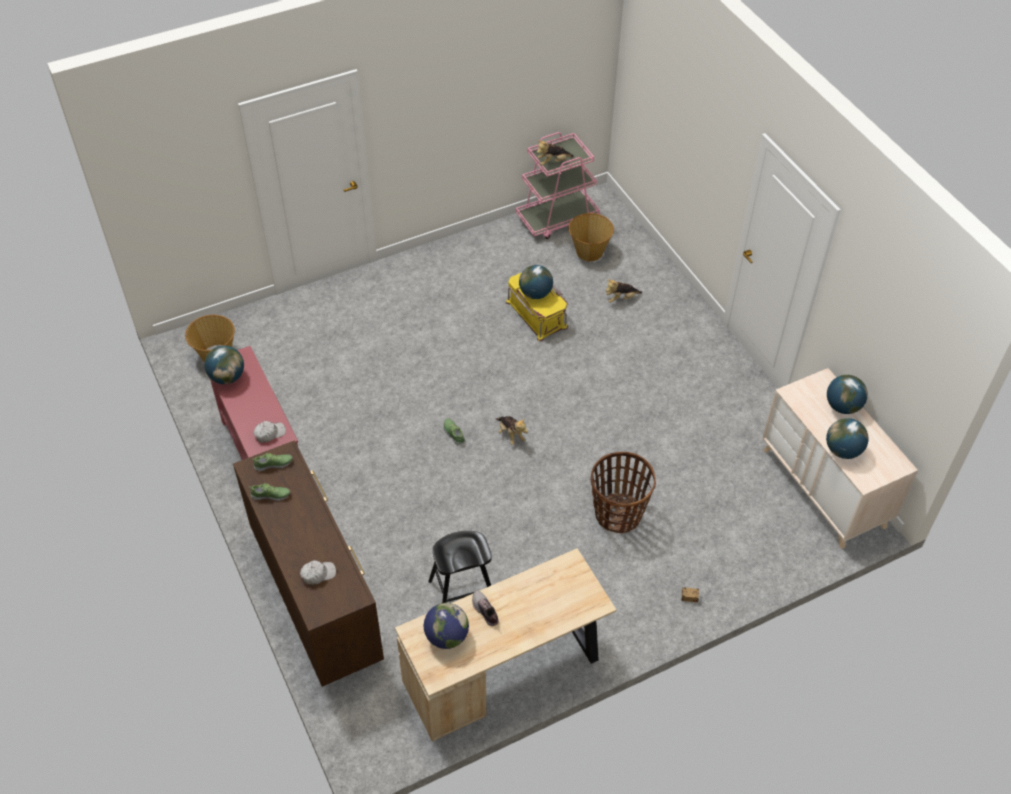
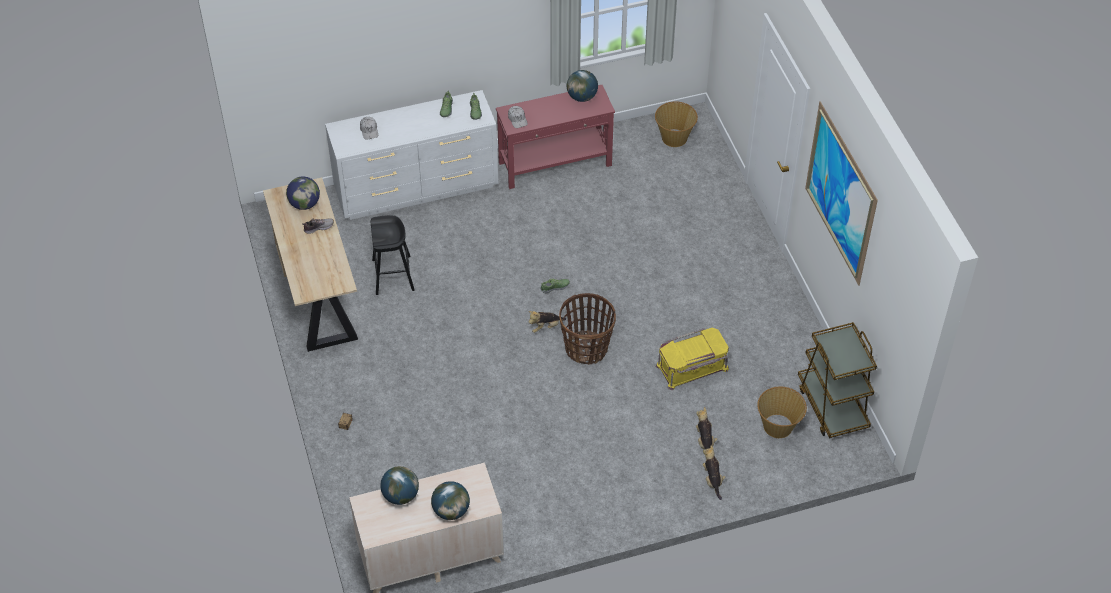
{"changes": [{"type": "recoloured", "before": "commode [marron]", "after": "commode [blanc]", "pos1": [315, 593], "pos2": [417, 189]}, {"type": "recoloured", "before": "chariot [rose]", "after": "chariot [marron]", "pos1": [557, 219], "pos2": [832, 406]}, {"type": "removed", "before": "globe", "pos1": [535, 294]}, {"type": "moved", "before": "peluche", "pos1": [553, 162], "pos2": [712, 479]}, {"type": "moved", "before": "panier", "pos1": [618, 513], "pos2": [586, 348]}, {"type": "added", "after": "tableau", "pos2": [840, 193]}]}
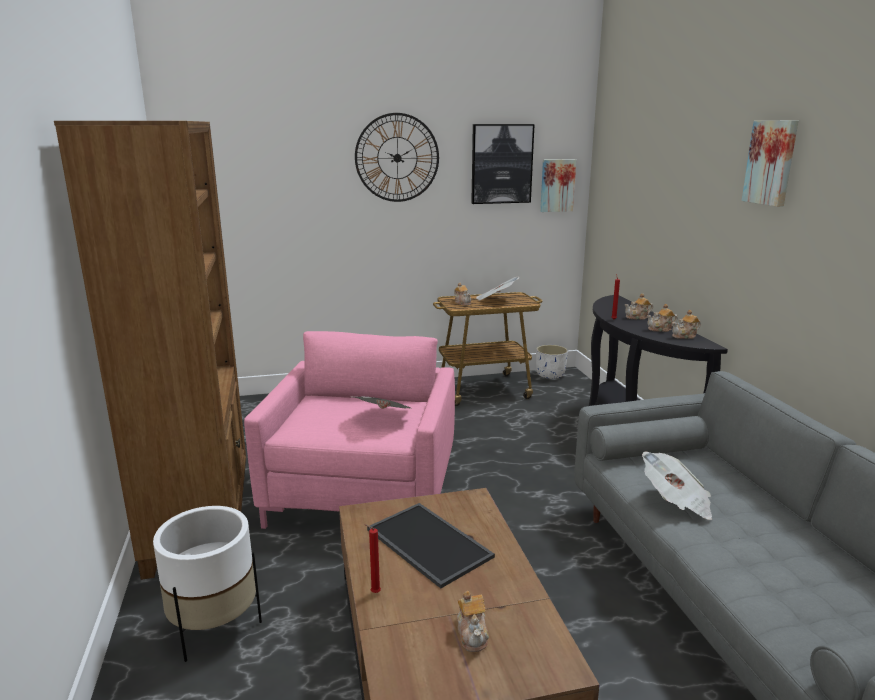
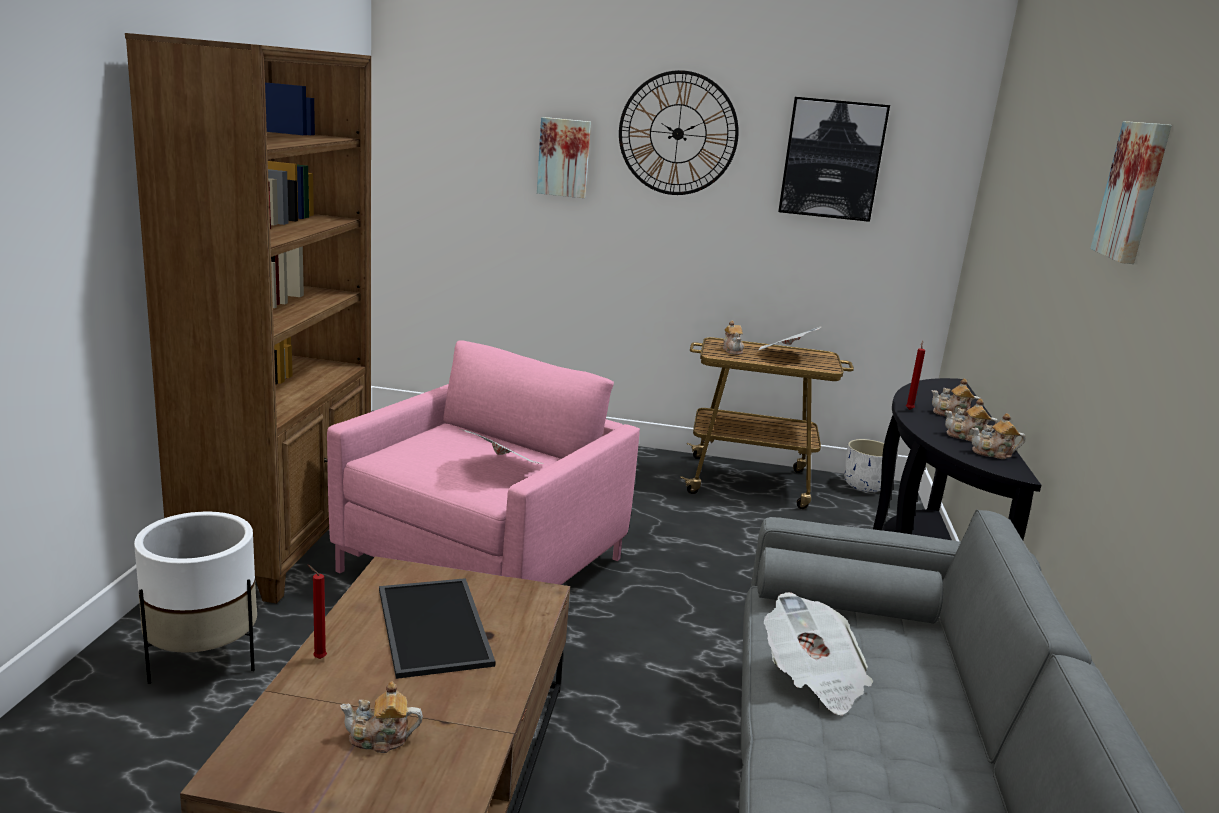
{"changes": [{"type": "turned", "before": "théière", "pos1": [473, 634], "pos2": [380, 739], "turn": 75}, {"type": "moved", "before": "tableau", "pos1": [557, 185], "pos2": [564, 157]}]}
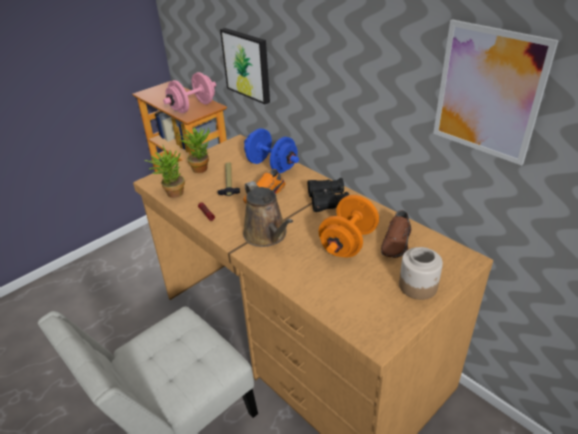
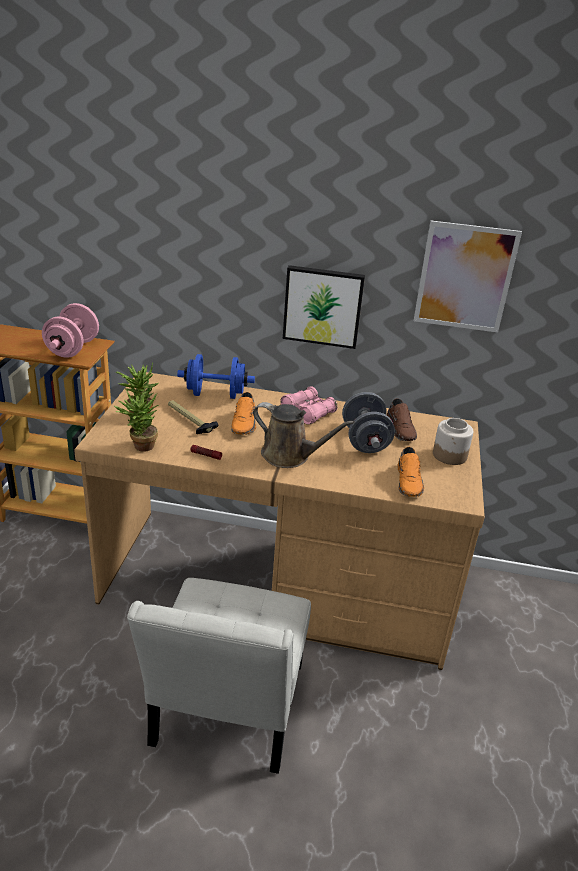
{"changes": [{"type": "moved", "before": "tableau", "pos1": [247, 65], "pos2": [323, 306]}, {"type": "recoloured", "before": "jumelles [noir]", "after": "jumelles [rose]", "pos1": [327, 201], "pos2": [308, 412]}, {"type": "recoloured", "before": "haltère [orange]", "after": "haltère [gris]", "pos1": [348, 243], "pos2": [365, 441]}, {"type": "added", "after": "chaussure [orange]", "pos2": [409, 482]}]}
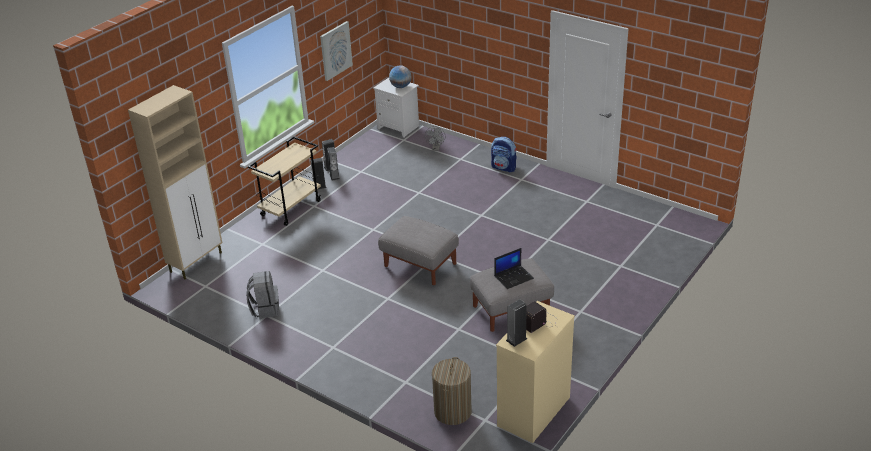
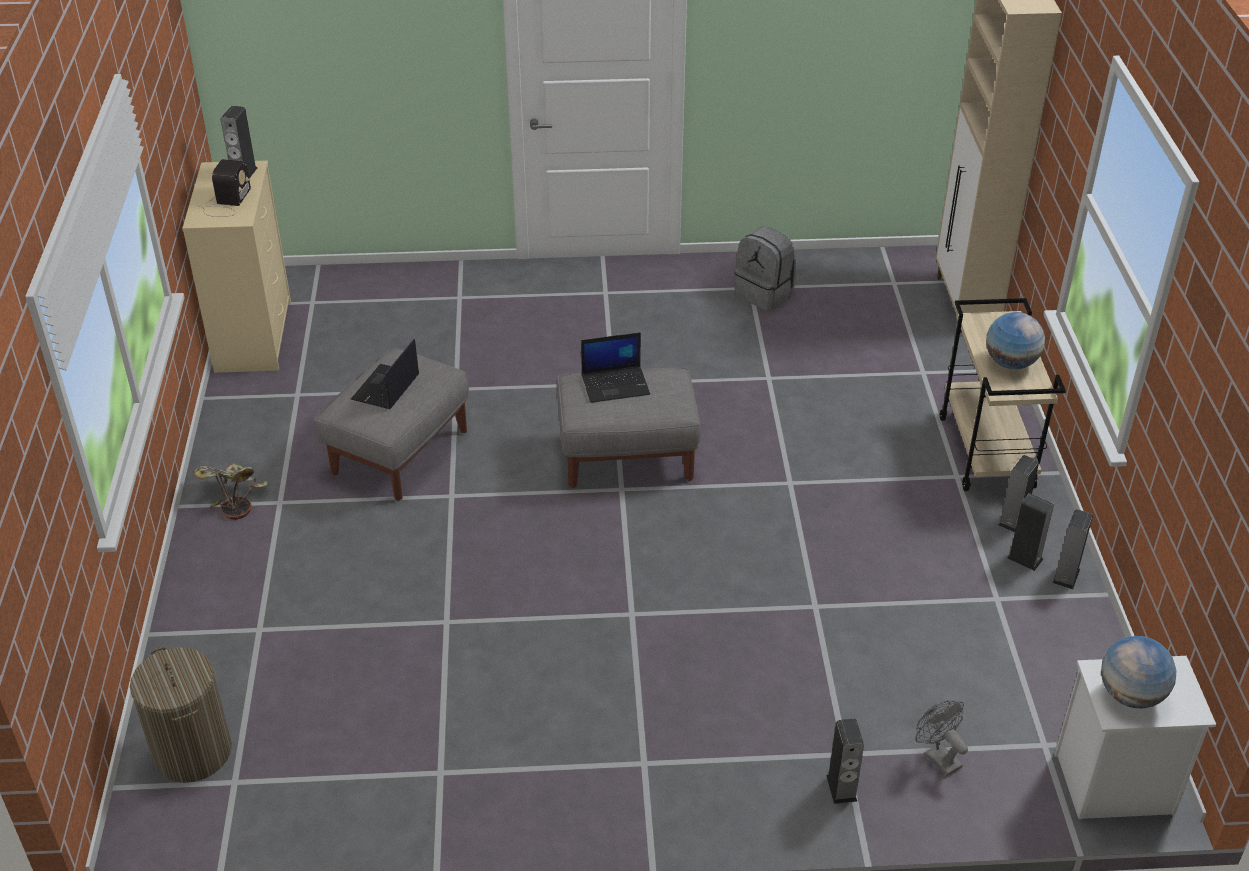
{"changes": [{"type": "removed", "before": "tableau", "pos1": [335, 50]}, {"type": "moved", "before": "panier à linge", "pos1": [452, 412], "pos2": [192, 752]}, {"type": "removed", "before": "sac à dos", "pos1": [504, 167]}, {"type": "added", "after": "plante en pot", "pos2": [232, 498]}, {"type": "added", "after": "ordinateur portable", "pos2": [616, 384]}, {"type": "added", "after": "enceinte", "pos2": [841, 788]}, {"type": "added", "after": "globe", "pos2": [1010, 363]}]}
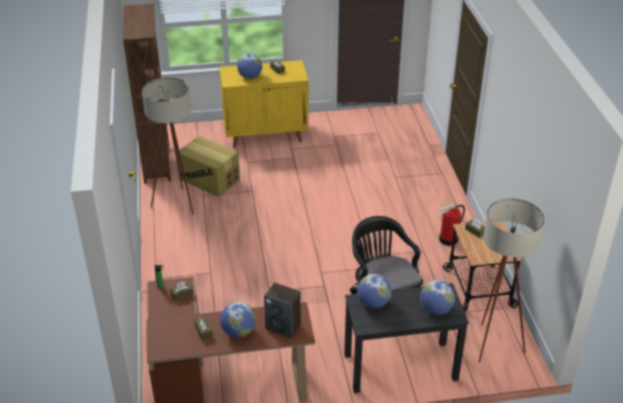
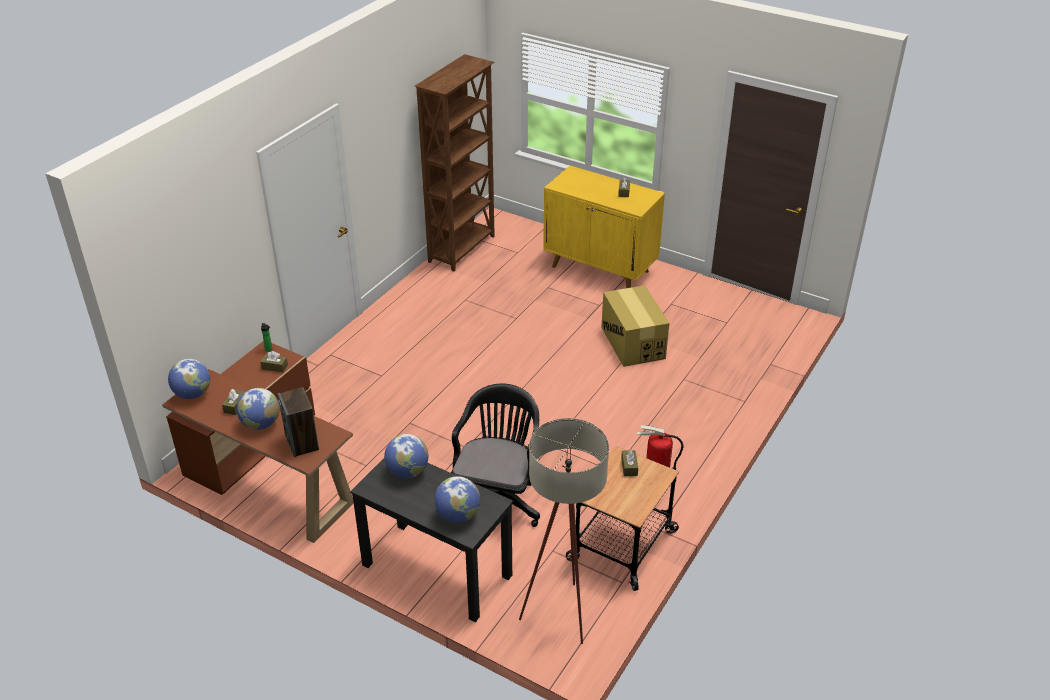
{"changes": [{"type": "removed", "before": "lampadaire [beige]", "pos1": [179, 206]}, {"type": "moved", "before": "carton", "pos1": [209, 179], "pos2": [632, 342]}, {"type": "moved", "before": "globe", "pos1": [250, 77], "pos2": [193, 394]}]}
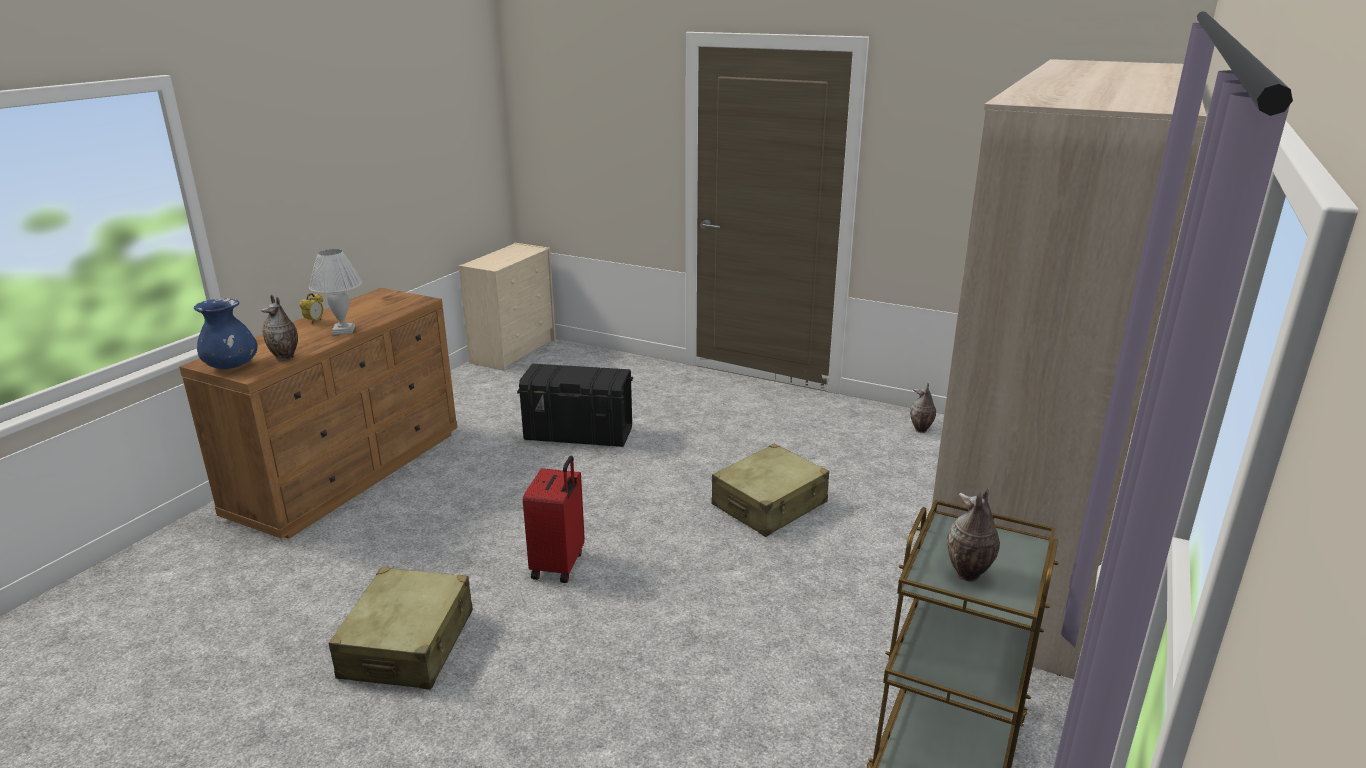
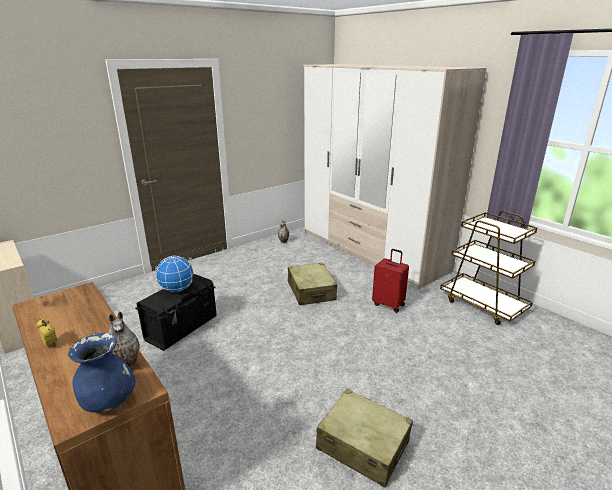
{"changes": [{"type": "removed", "before": "lampe de table [blanc]", "pos1": [344, 330]}, {"type": "moved", "before": "valise [rouge]", "pos1": [559, 565], "pos2": [389, 304]}, {"type": "removed", "before": "vase", "pos1": [967, 574]}, {"type": "added", "after": "globe", "pos2": [177, 289]}]}
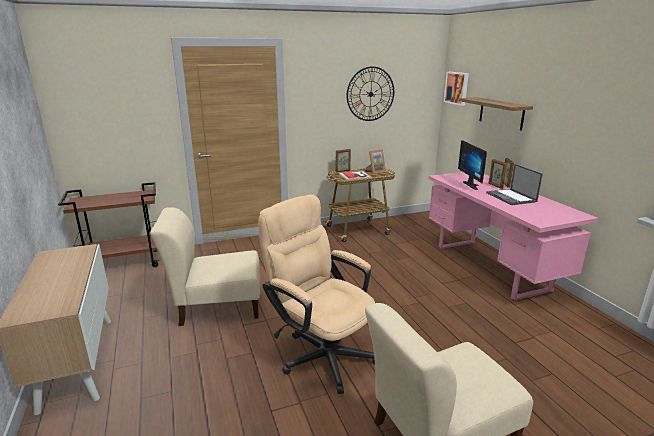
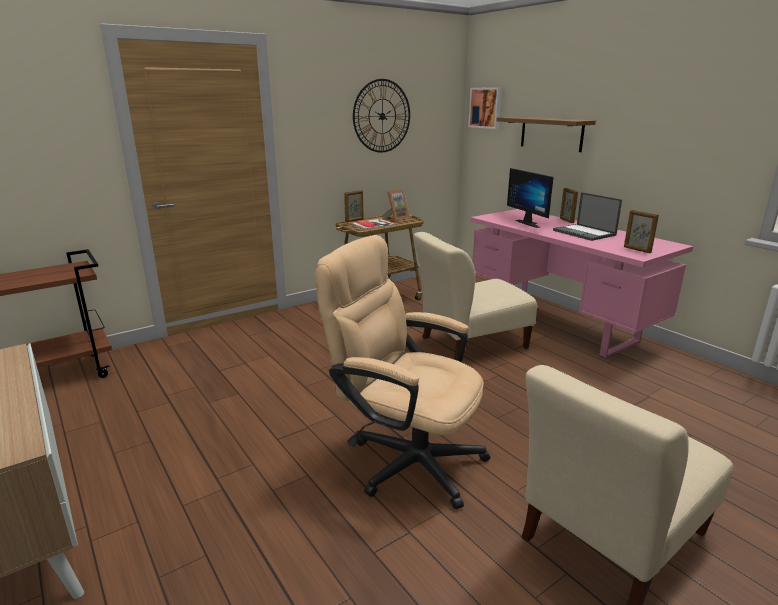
{"changes": [{"type": "moved", "before": "chaise [beige]", "pos1": [216, 306], "pos2": [470, 344]}, {"type": "moved", "before": "cadre photo", "pos1": [495, 186], "pos2": [637, 250]}]}
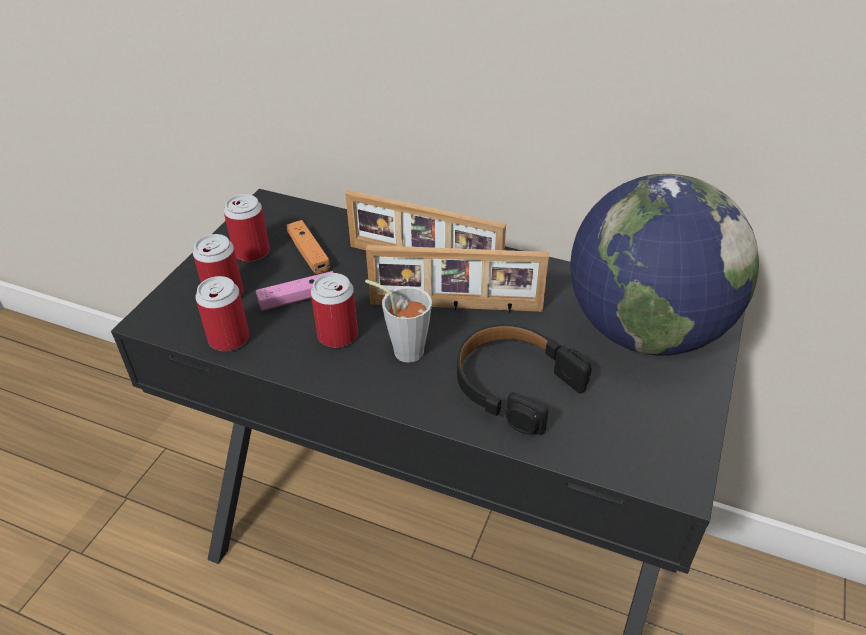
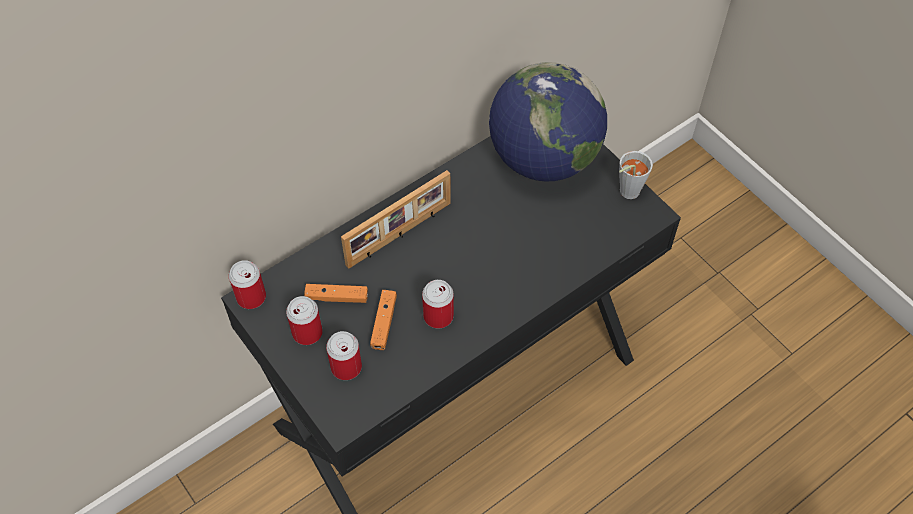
{"changes": [{"type": "moved", "before": "boîte métallique", "pos1": [229, 338], "pos2": [251, 297]}, {"type": "recoloured", "before": "manette [rose]", "after": "manette [orange]", "pos1": [299, 298], "pos2": [384, 323]}, {"type": "moved", "before": "tasse [gris]", "pos1": [402, 349], "pos2": [625, 193]}, {"type": "removed", "before": "cadre photo", "pos1": [456, 307]}, {"type": "removed", "before": "casque audio [noir]", "pos1": [515, 384]}]}
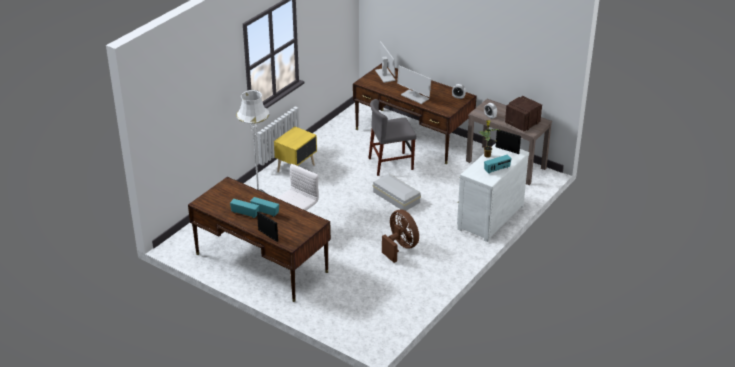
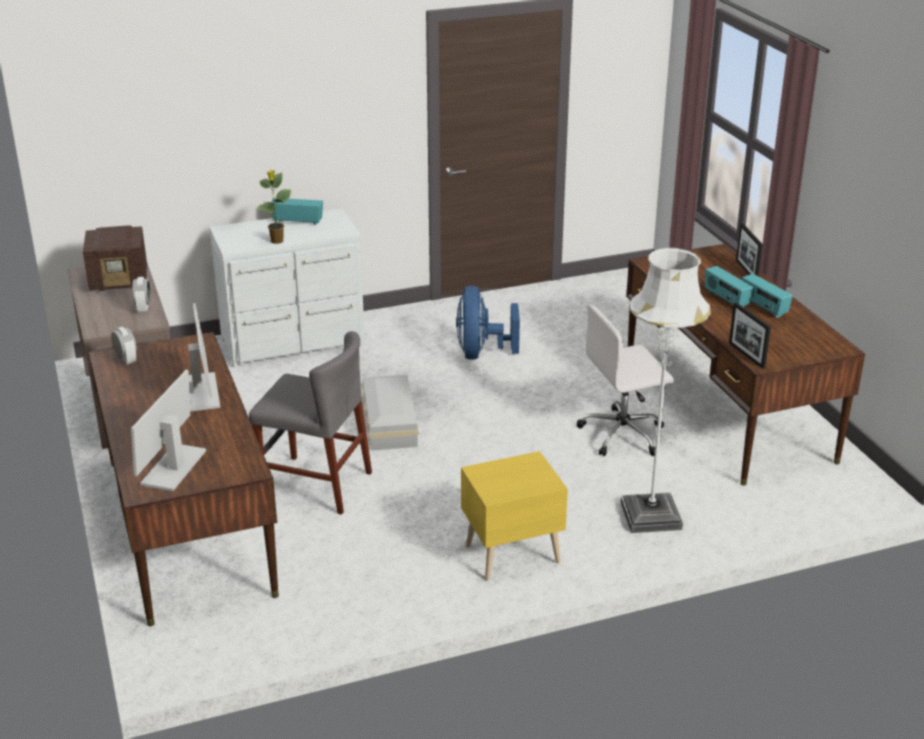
{"changes": [{"type": "recoloured", "before": "ventilateur [marron]", "after": "ventilateur [bleu]", "pos1": [400, 247], "pos2": [481, 353]}, {"type": "moved", "before": "cadre photo", "pos1": [507, 150], "pos2": [746, 355]}]}
